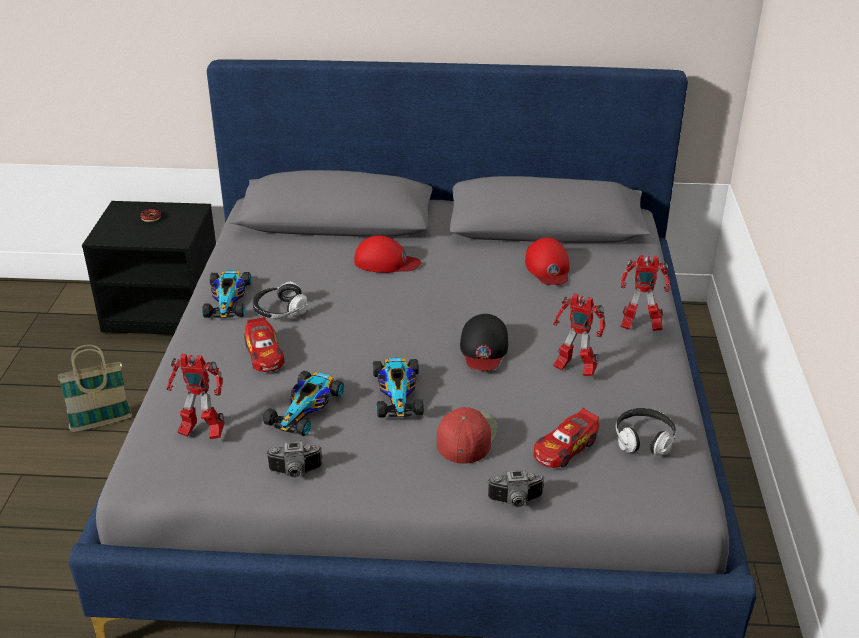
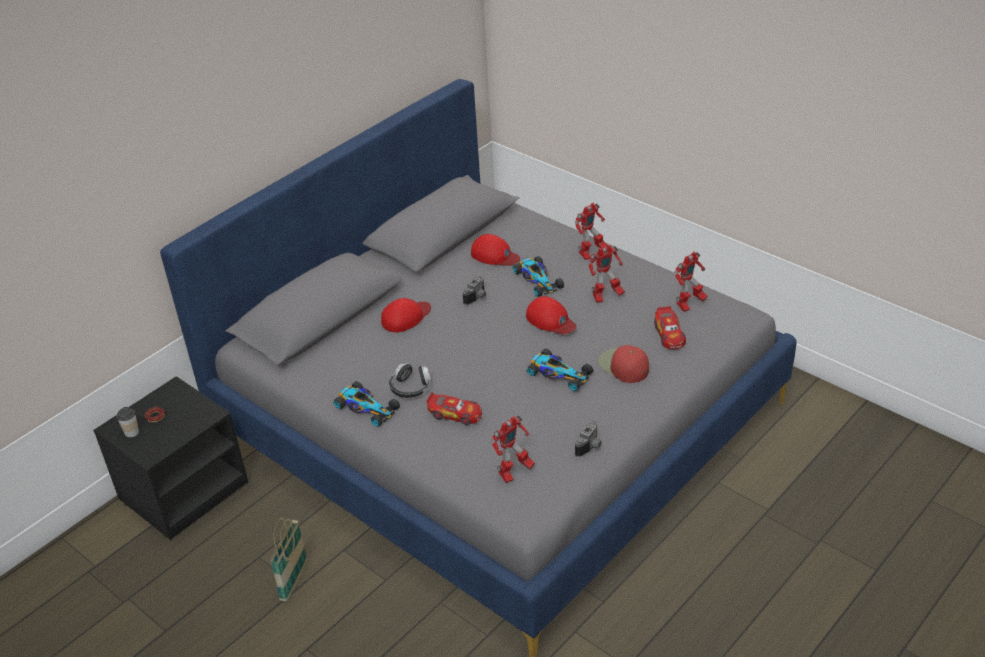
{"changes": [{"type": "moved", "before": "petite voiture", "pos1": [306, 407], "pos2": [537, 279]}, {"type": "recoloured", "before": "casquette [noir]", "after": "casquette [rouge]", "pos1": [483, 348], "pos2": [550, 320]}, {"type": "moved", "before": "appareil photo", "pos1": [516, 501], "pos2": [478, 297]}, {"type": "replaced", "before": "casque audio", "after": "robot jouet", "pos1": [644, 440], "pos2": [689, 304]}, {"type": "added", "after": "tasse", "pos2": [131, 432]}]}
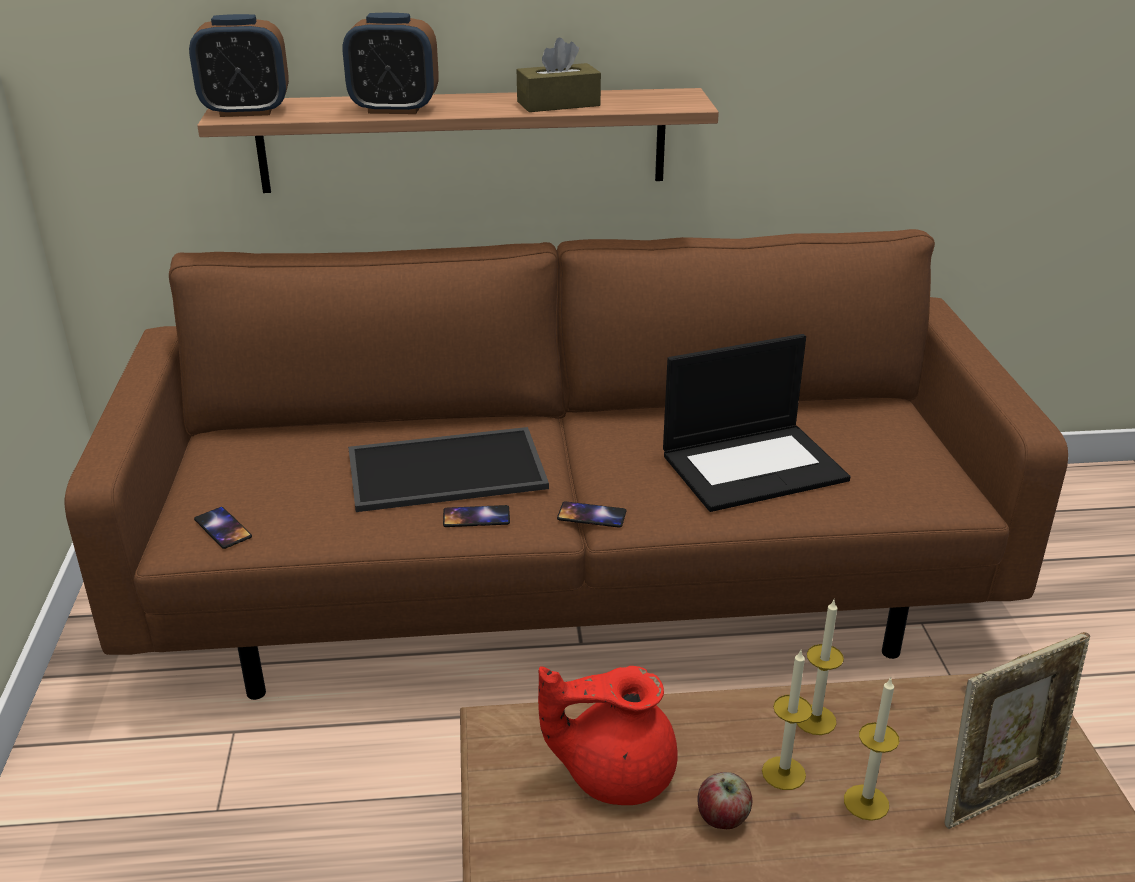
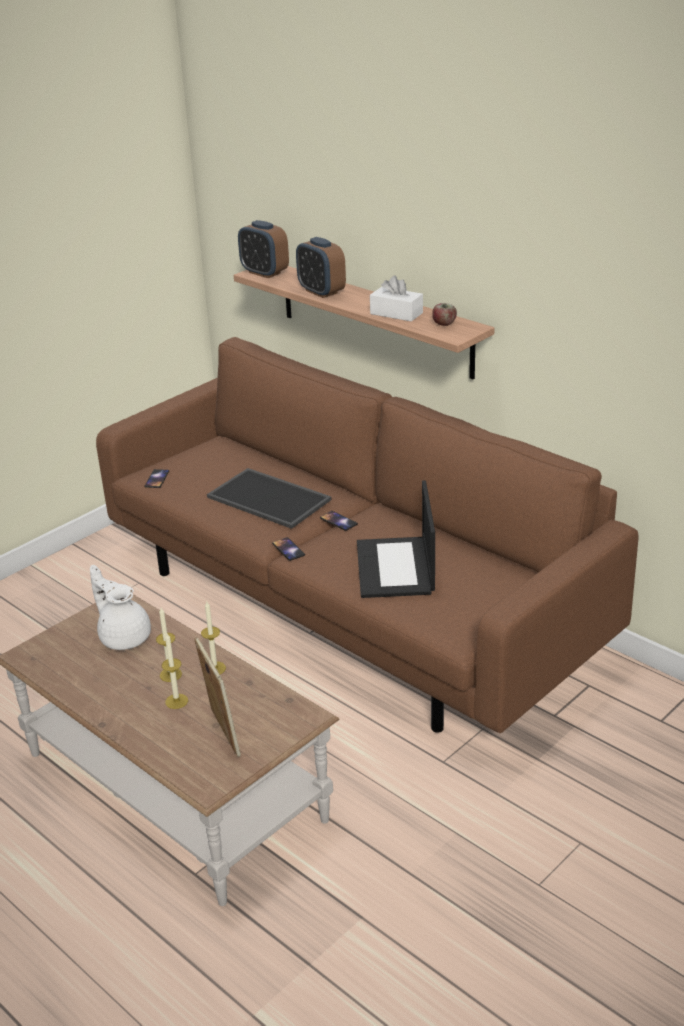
{"changes": [{"type": "moved", "before": "téléphone", "pos1": [476, 517], "pos2": [338, 521]}, {"type": "recoloured", "before": "boîte à mouchoirs [marron]", "after": "boîte à mouchoirs [blanc]", "pos1": [558, 104], "pos2": [396, 313]}, {"type": "recoloured", "before": "théière [rouge]", "after": "théière [blanc]", "pos1": [614, 772], "pos2": [124, 636]}, {"type": "turned", "before": "ordinateur portable", "pos1": [754, 466], "pos2": [396, 568], "turn": 60}, {"type": "moved", "before": "pomme", "pos1": [723, 818], "pos2": [444, 324]}, {"type": "turned", "before": "cadre photo", "pos1": [999, 795], "pos2": [222, 733], "turn": -135}]}
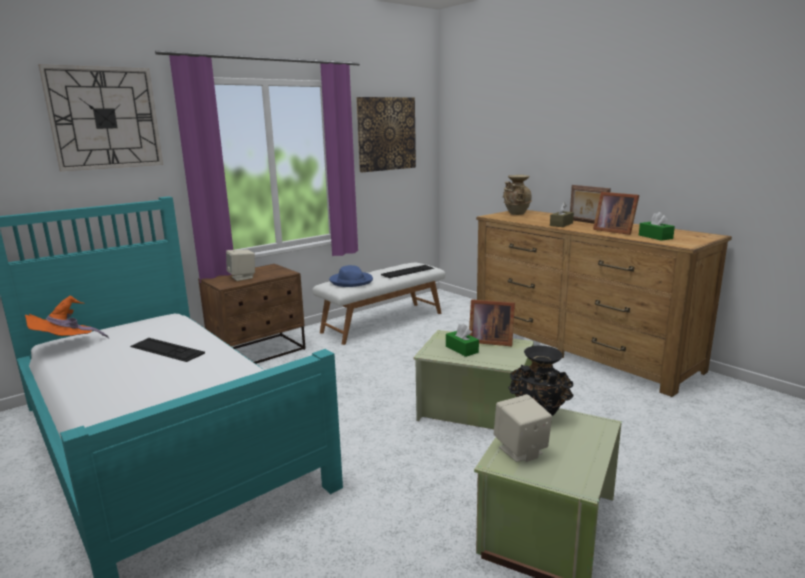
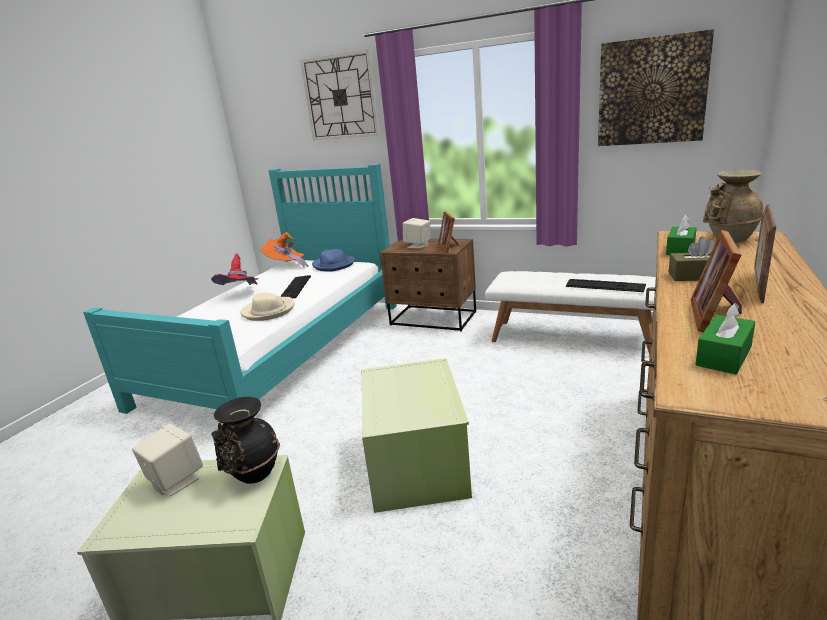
{"changes": [{"type": "moved", "before": "chapeau [bleu]", "pos1": [351, 281], "pos2": [334, 265]}, {"type": "moved", "before": "boîte à mouchoirs [vert]", "pos1": [462, 349], "pos2": [680, 249]}, {"type": "moved", "before": "cadre photo", "pos1": [489, 341], "pos2": [449, 247]}, {"type": "added", "after": "chapeau [rouge]", "pos2": [241, 294]}, {"type": "added", "after": "chapeau [beige]", "pos2": [268, 311]}]}
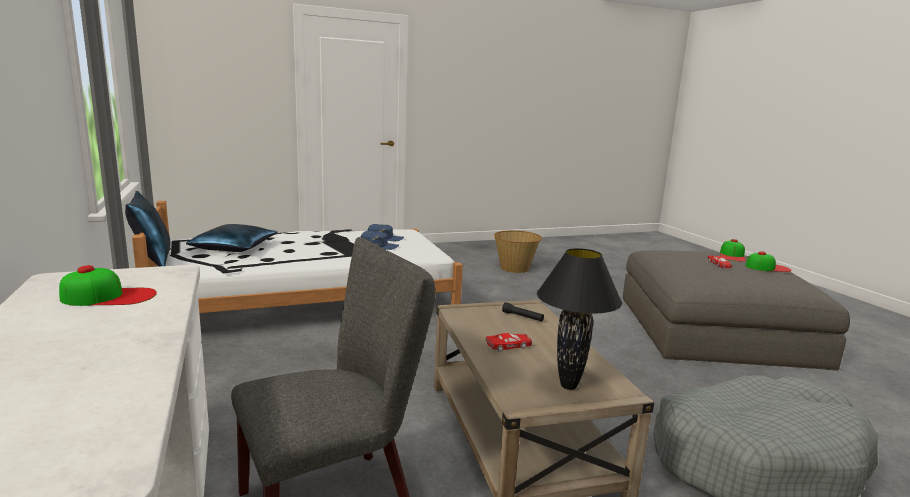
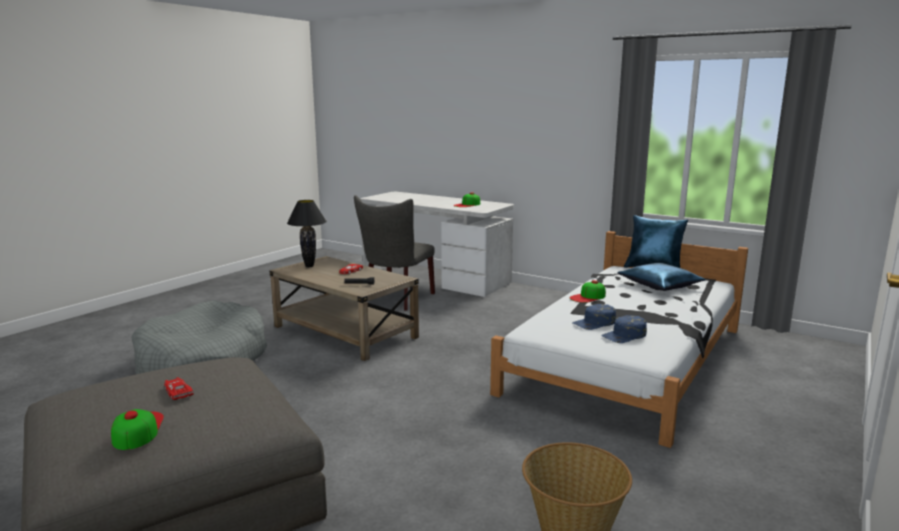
{"changes": [{"type": "moved", "before": "casquette", "pos1": [767, 267], "pos2": [588, 297]}]}
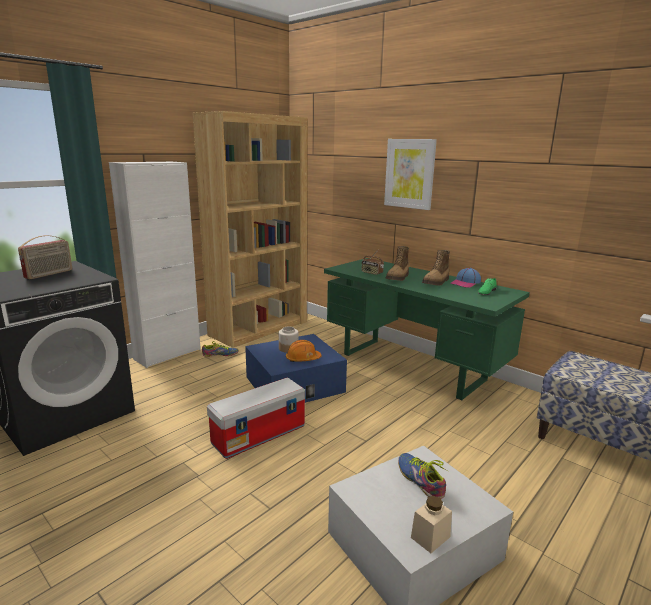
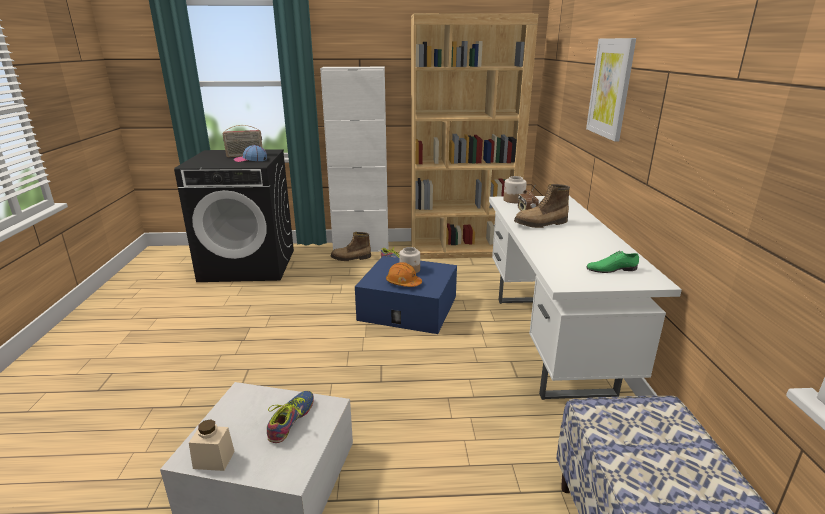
{"changes": [{"type": "removed", "before": "boîte de rangement", "pos1": [259, 434]}, {"type": "recoloured", "before": "bureau [vert]", "after": "bureau [blanc]", "pos1": [413, 366], "pos2": [550, 341]}, {"type": "moved", "before": "botte", "pos1": [436, 282], "pos2": [351, 258]}, {"type": "moved", "before": "casquette", "pos1": [465, 283], "pos2": [250, 160]}, {"type": "added", "after": "bocal", "pos2": [513, 200]}]}
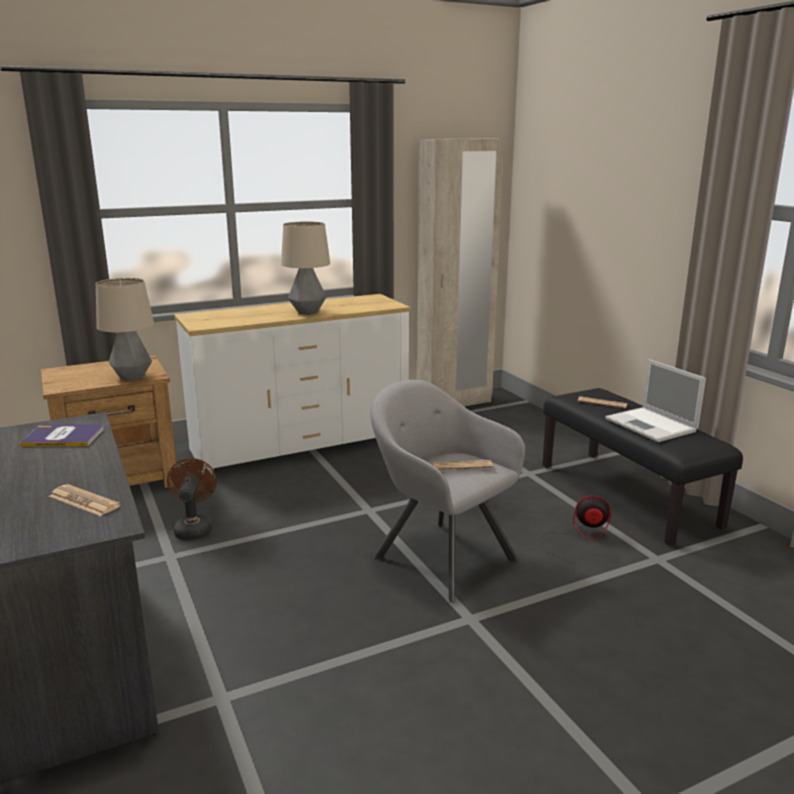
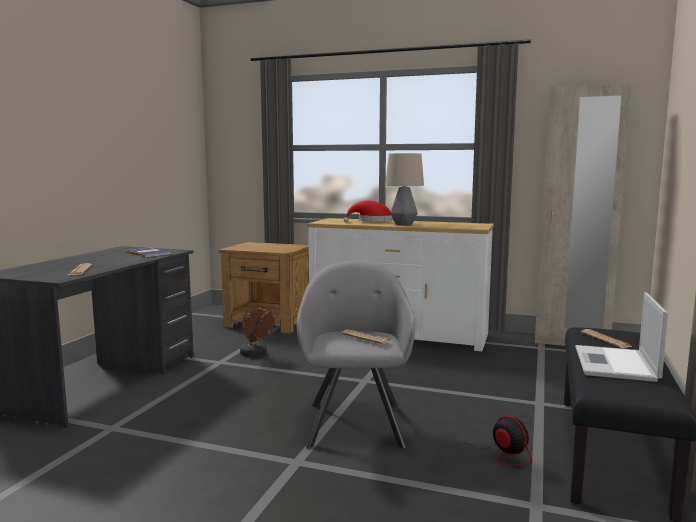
{"changes": [{"type": "removed", "before": "lampe de table", "pos1": [132, 377]}, {"type": "turned", "before": "ventilateur [marron]", "pos1": [194, 528], "pos2": [255, 354], "turn": 105}, {"type": "added", "after": "chapeau [rouge]", "pos2": [372, 221]}]}
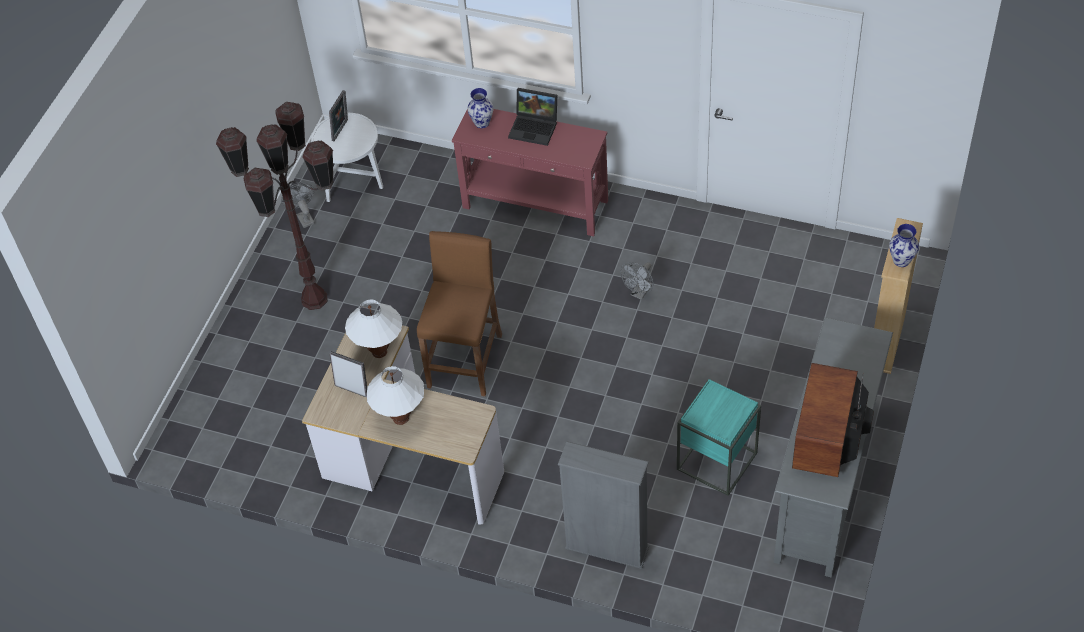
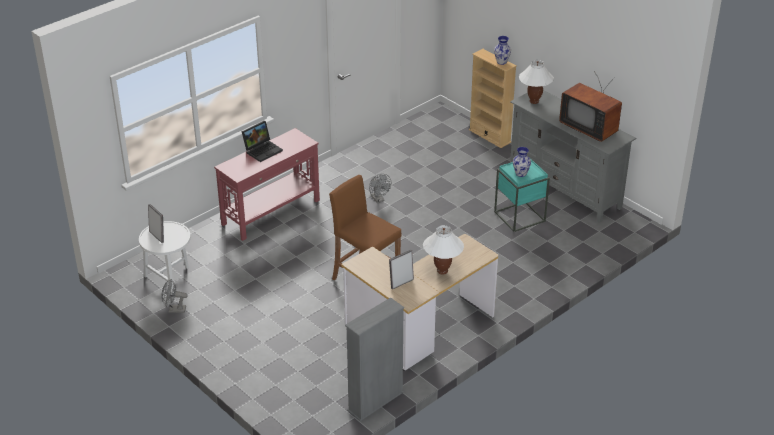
{"changes": [{"type": "removed", "before": "lampadaire [marron]", "pos1": [315, 298]}, {"type": "moved", "before": "lampe de table [blanc]", "pos1": [379, 352], "pos2": [534, 101]}, {"type": "moved", "before": "vase", "pos1": [482, 123], "pos2": [521, 173]}, {"type": "moved", "before": "bibliothèque [gris]", "pos1": [607, 548], "pos2": [375, 401]}]}
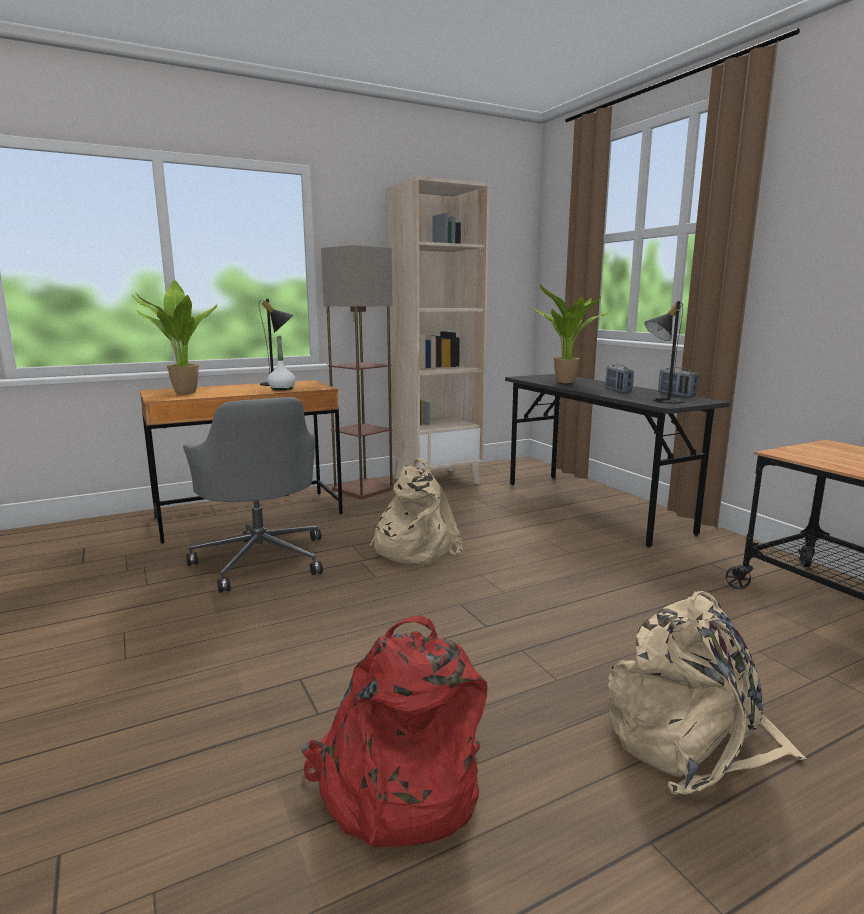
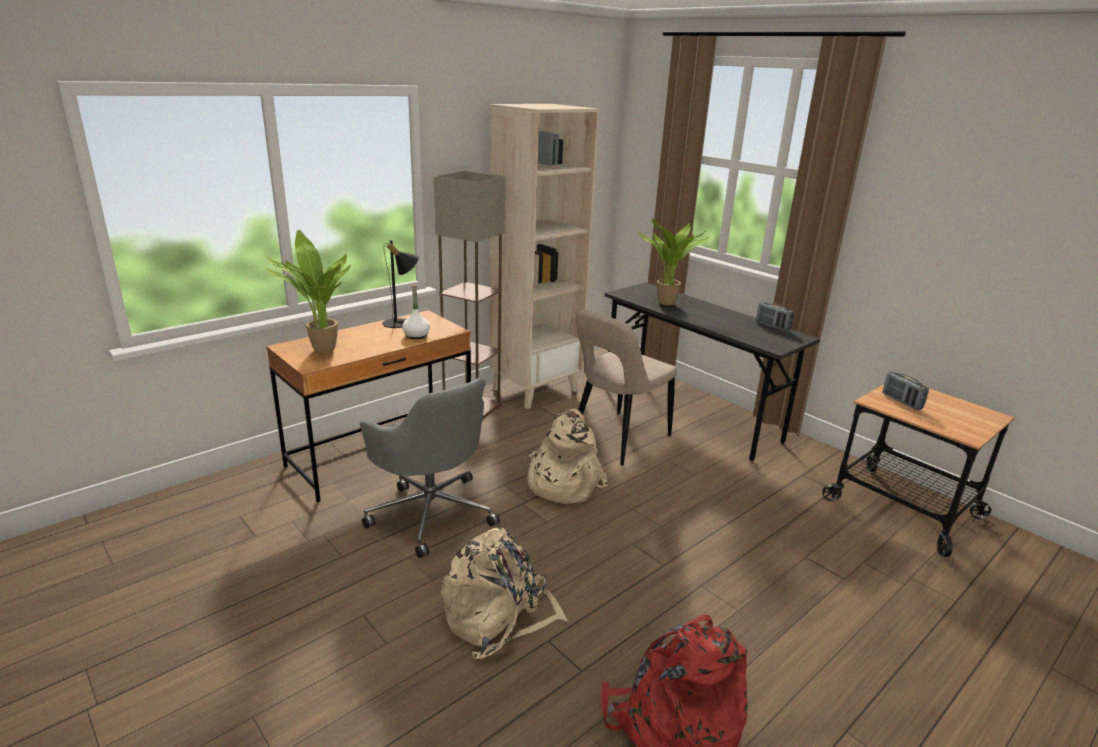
{"changes": [{"type": "moved", "before": "radio", "pos1": [618, 390], "pos2": [901, 401]}, {"type": "moved", "before": "sac à dos [beige]", "pos1": [691, 740], "pos2": [499, 617]}, {"type": "removed", "before": "lampe de table [noir]", "pos1": [662, 401]}, {"type": "added", "after": "chaise [beige]", "pos2": [617, 440]}]}
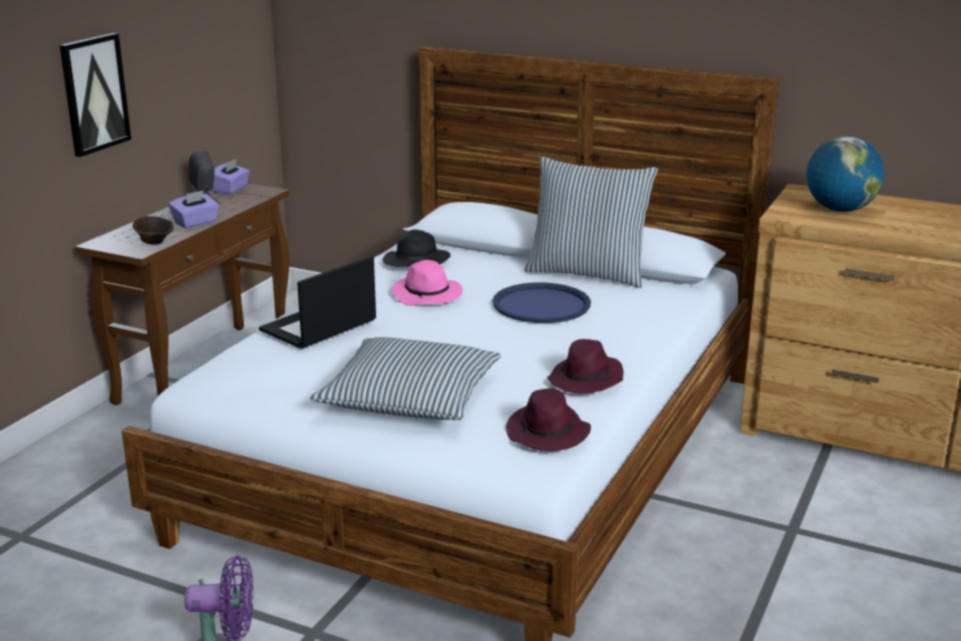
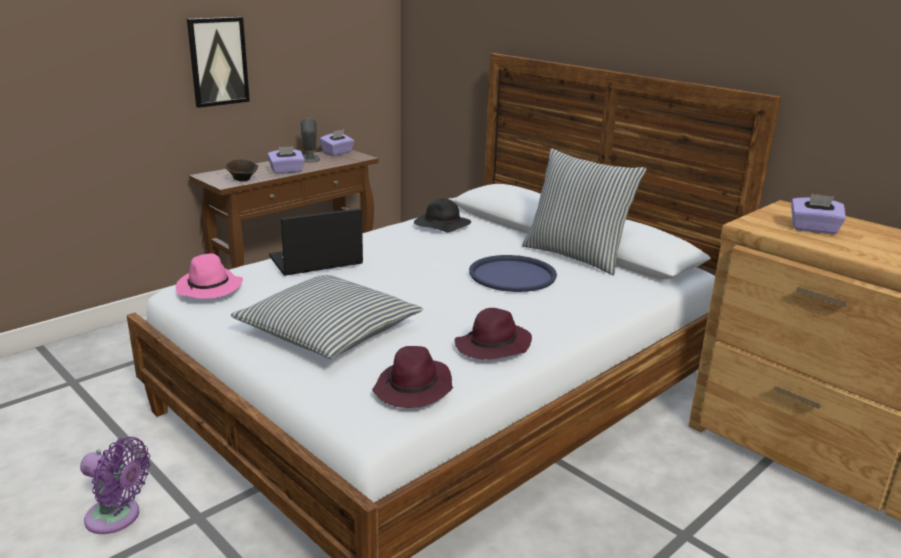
{"changes": [{"type": "moved", "before": "chapeau [rose]", "pos1": [428, 295], "pos2": [210, 288]}, {"type": "replaced", "before": "globe", "after": "boîte à mouchoirs [violet]", "pos1": [840, 210], "pos2": [813, 229]}]}
